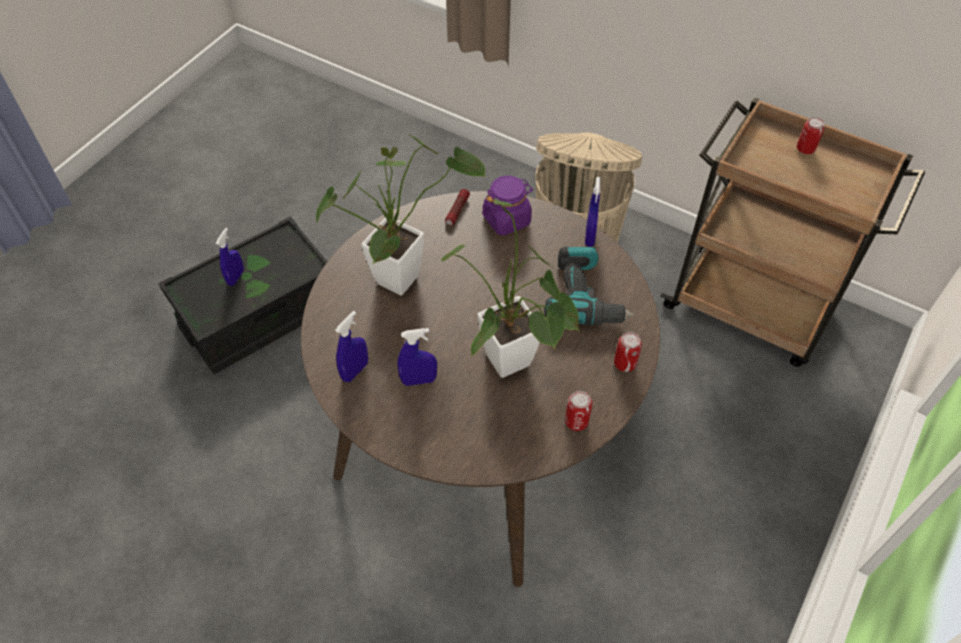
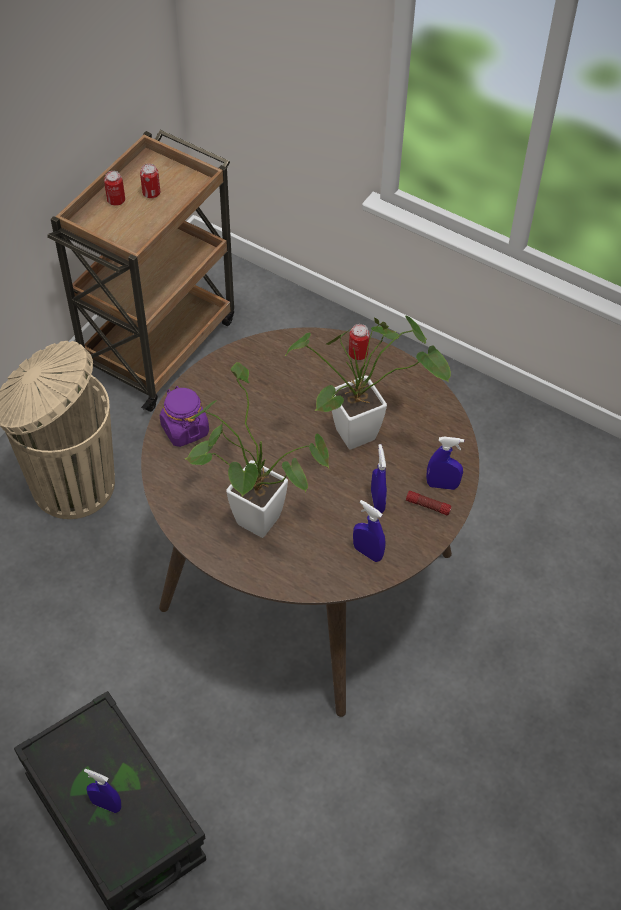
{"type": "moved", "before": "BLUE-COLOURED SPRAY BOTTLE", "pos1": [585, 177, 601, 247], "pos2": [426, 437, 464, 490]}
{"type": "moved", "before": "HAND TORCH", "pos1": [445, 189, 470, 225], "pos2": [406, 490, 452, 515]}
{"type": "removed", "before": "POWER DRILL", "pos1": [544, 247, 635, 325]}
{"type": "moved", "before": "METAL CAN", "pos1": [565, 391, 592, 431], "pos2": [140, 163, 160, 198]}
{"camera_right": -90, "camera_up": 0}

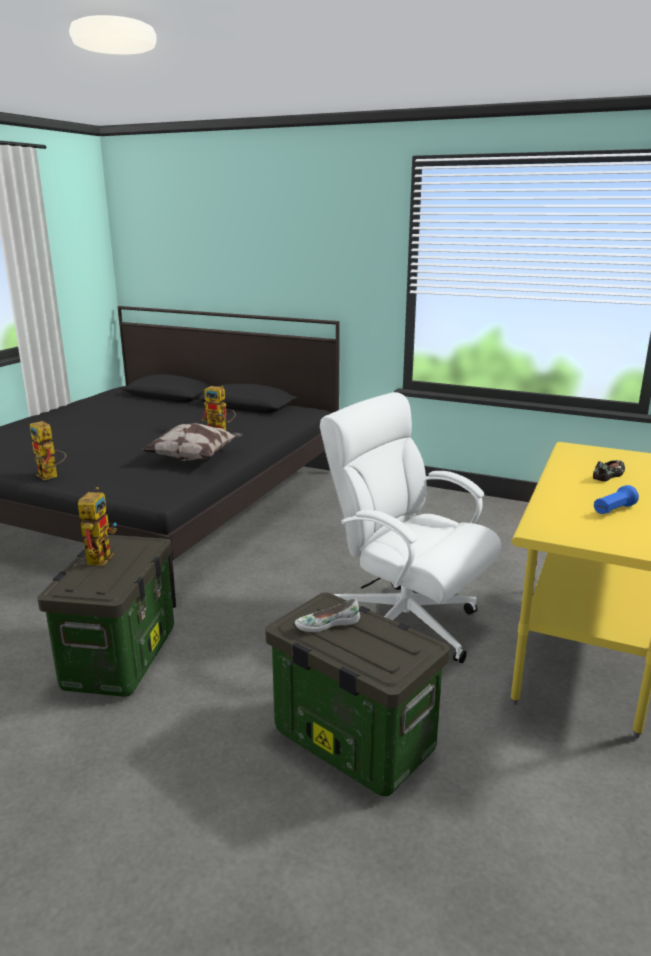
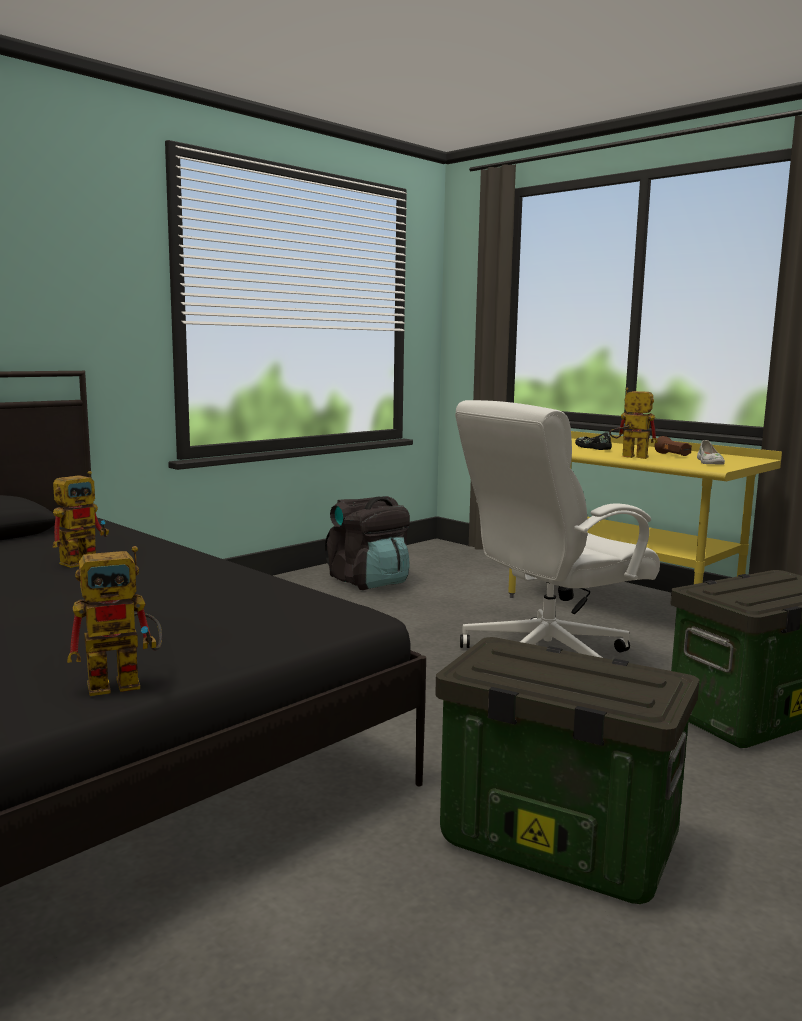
{"type": "removed", "before": "CUSHION", "pos1": [141, 423, 243, 461]}
{"type": "recoloured", "before": "BLUE-COLOURED HAND TORCH", "after": "BROWNISH HAND TORCH", "pos1": [594, 485, 639, 514], "pos2": [654, 436, 692, 456]}
{"type": "moved", "before": "TOY ROBOT", "pos1": [78, 487, 117, 566], "pos2": [609, 388, 658, 459]}
{"type": "moved", "before": "WHITISH SHOE", "pos1": [295, 598, 360, 632], "pos2": [697, 440, 725, 465]}
{"type": "added", "after": "BLACK-COLOURED RUCKSACK", "pos2": [325, 496, 410, 590]}
{"camera_right": -70, "camera_up": -10}

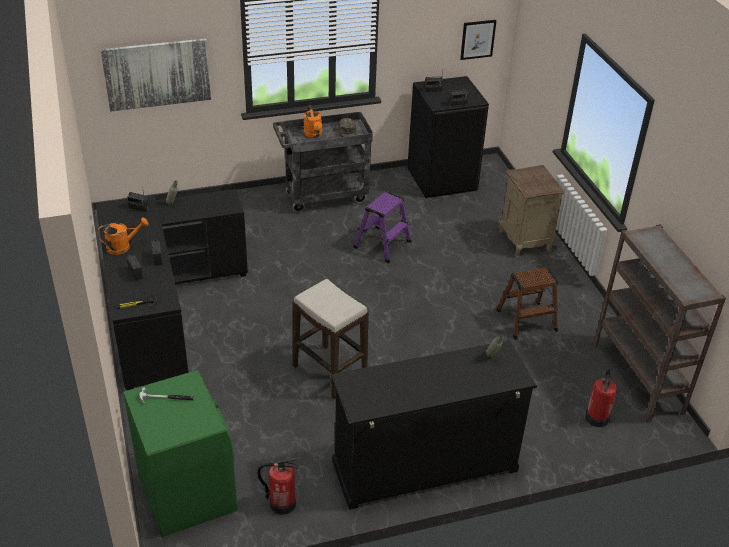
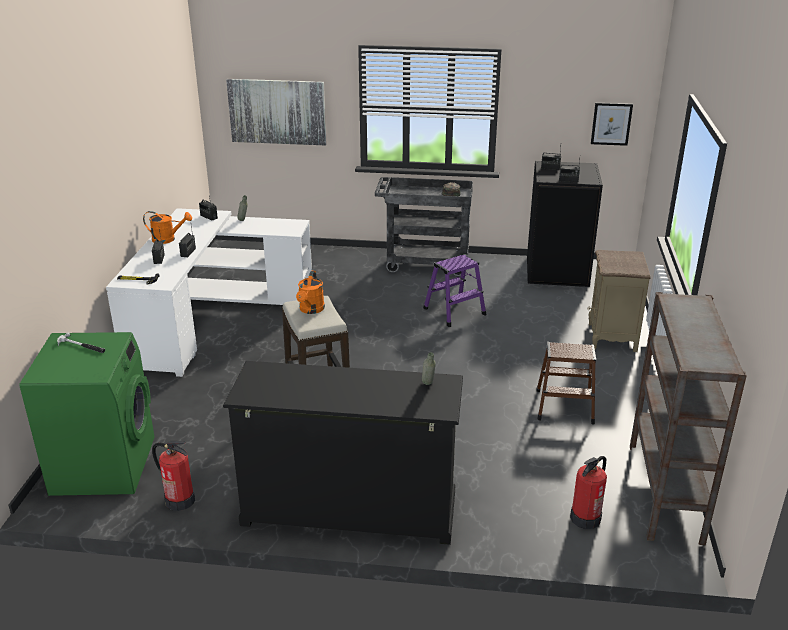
{"type": "moved", "before": "ORANGE WATERING POT", "pos1": [303, 105, 322, 138], "pos2": [296, 271, 325, 314]}
{"type": "recoloured", "before": "BLACK-COLOURED DESK", "after": "WHITISH DESK", "pos1": [96, 189, 248, 390], "pos2": [106, 208, 312, 377]}
{"camera_right": 25, "camera_up": -10}

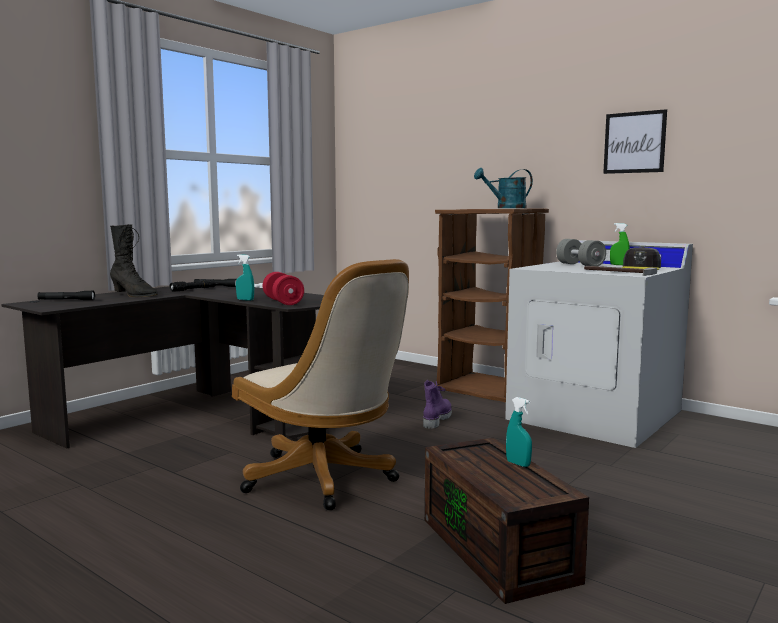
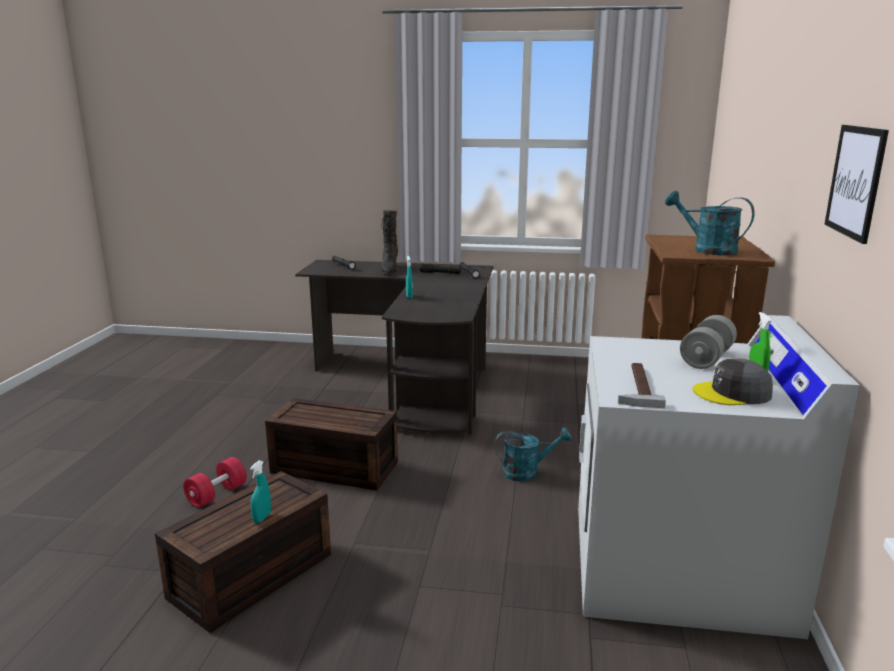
{"type": "replaced", "before": "DESK CHAIR", "after": "BROWNISH STORAGE BOX", "pos1": [232, 259, 409, 510], "pos2": [265, 398, 398, 491]}
{"type": "moved", "before": "REDDISH FREE WEIGHT", "pos1": [263, 272, 304, 305], "pos2": [183, 457, 247, 508]}
{"type": "replaced", "before": "PURPLE-COLOURED BOOT", "after": "BLUE-GREEN WATERING POT", "pos1": [423, 380, 452, 429], "pos2": [494, 427, 572, 482]}
{"camera_right": 60, "camera_up": 10}

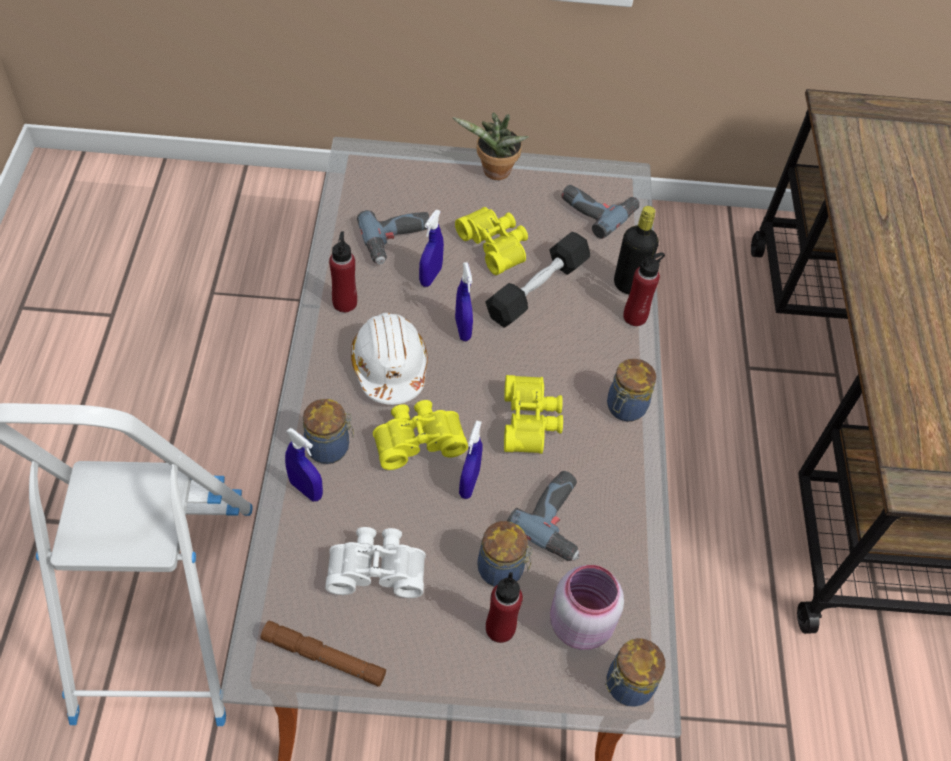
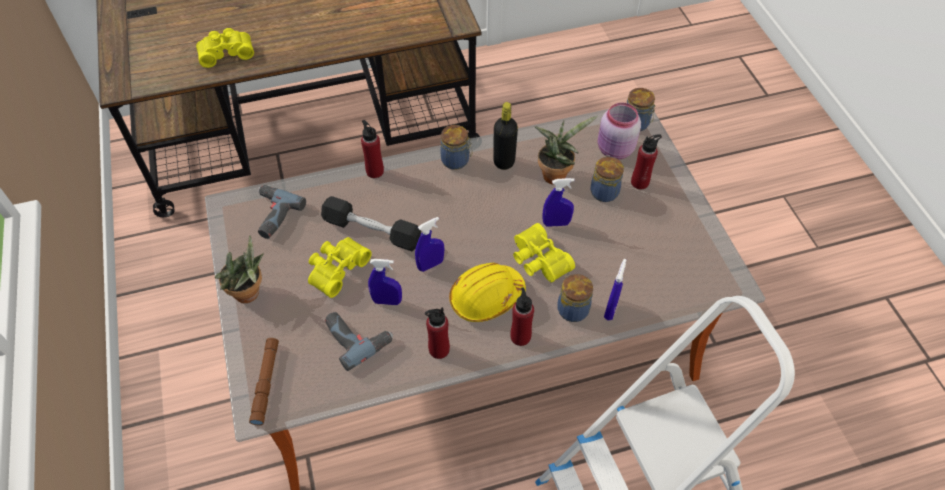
{"type": "moved", "before": "BLACK-COLOURED BOTTLE", "pos1": [614, 206, 659, 294], "pos2": [493, 102, 518, 170]}
{"type": "recoloured", "before": "WHITISH SAFETY HELMET", "after": "YELLOW SAFETY HELMET", "pos1": [351, 313, 428, 405], "pos2": [449, 263, 526, 322]}
{"type": "moved", "before": "YELLOW PAIR OF BINOCULARS", "pos1": [504, 375, 563, 454], "pos2": [196, 28, 254, 68]}
{"type": "replaced", "before": "POWER DRILL", "after": "HOUSEPLANT", "pos1": [507, 471, 580, 561], "pos2": [535, 116, 598, 185]}
{"type": "removed", "before": "WHITISH PAIR OF BINOCULARS", "pos1": [325, 527, 426, 598]}
{"type": "moved", "before": "BROWNISH HAND TORCH", "pos1": [261, 621, 386, 687], "pos2": [249, 338, 279, 425]}
{"type": "added", "after": "REDDISH BOTTLE", "pos2": [510, 287, 534, 346]}
{"camera_right": -105, "camera_up": 0}

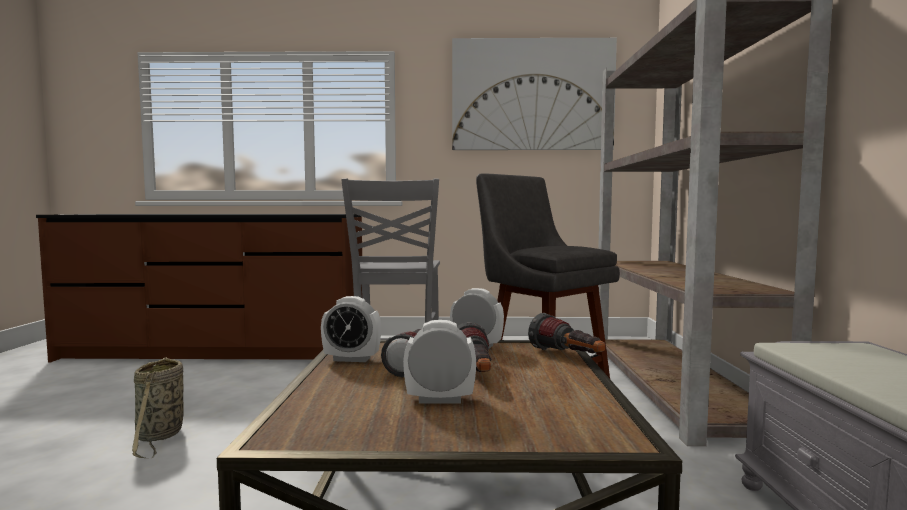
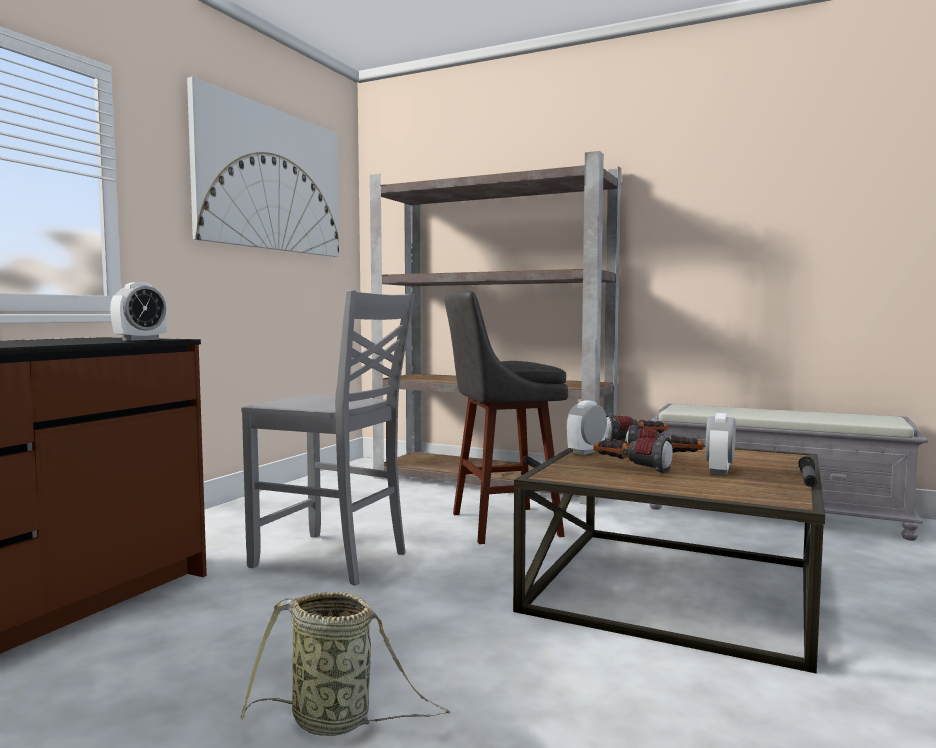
{"type": "moved", "before": "ALARM CLOCK", "pos1": [321, 296, 381, 362], "pos2": [110, 282, 168, 341]}
{"type": "added", "after": "HAND TORCH", "pos2": [798, 456, 817, 487]}
{"camera_right": -65, "camera_up": 0}

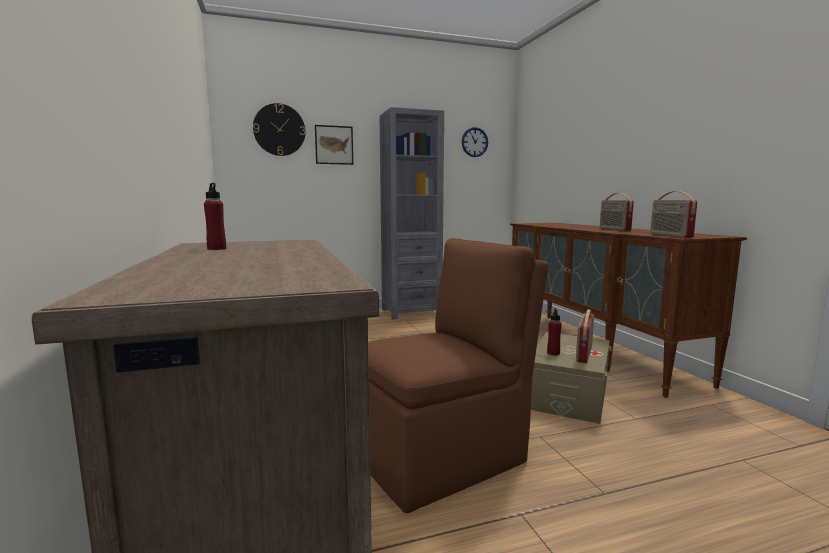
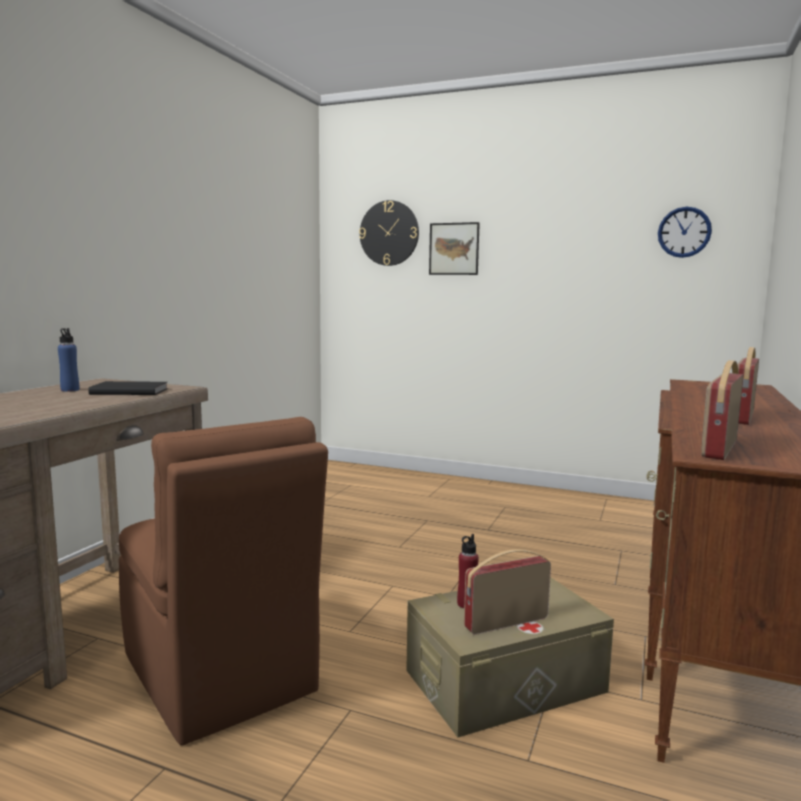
{"type": "removed", "before": "GRAY BOOKSHELF", "pos1": [380, 107, 444, 320]}
{"type": "recoloured", "before": "REDDISH BOTTLE", "after": "BLUE-COLOURED BOTTLE", "pos1": [204, 183, 226, 250], "pos2": [58, 328, 79, 392]}
{"type": "turned", "before": "BROWNISH CHAIR", "pos1": [368, 238, 549, 513], "pos2": [119, 417, 328, 745], "turn": 45}
{"type": "added", "after": "BLACK-COLOURED VOLUME", "pos2": [88, 381, 167, 395]}
{"camera_right": 40, "camera_up": 0}

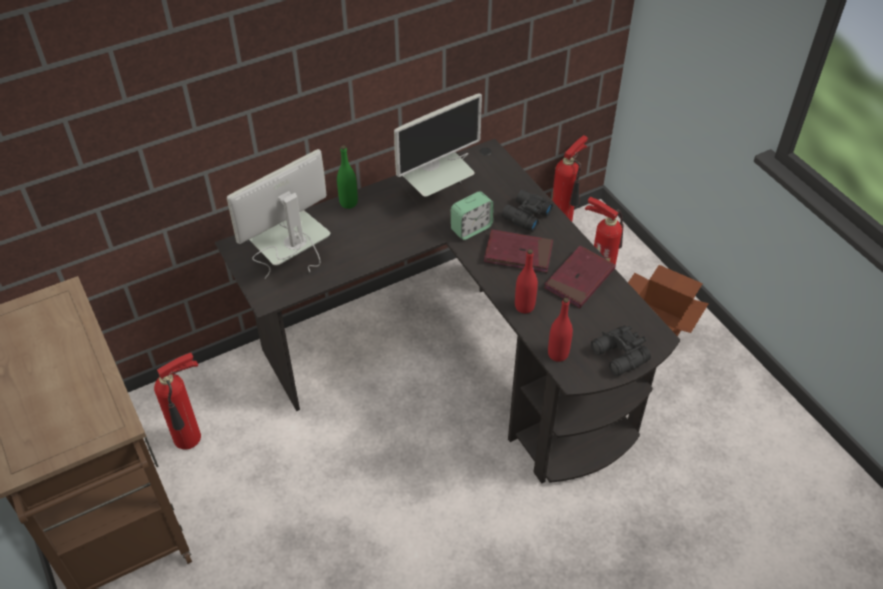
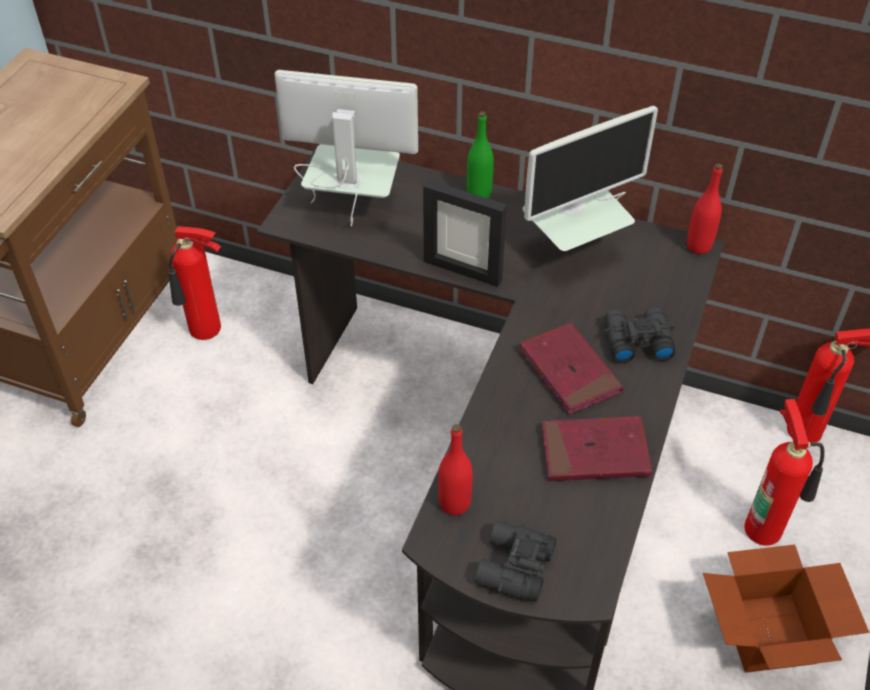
{"type": "turned", "before": "MONITOR", "pos1": [394, 93, 482, 197], "pos2": [523, 106, 658, 251], "turn": -45}
{"type": "removed", "before": "ALARM CLOCK", "pos1": [451, 191, 494, 240]}
{"type": "moved", "before": "REDDISH BOTTLE", "pos1": [515, 249, 538, 313], "pos2": [687, 164, 723, 254]}
{"type": "added", "after": "PICTURE FRAME", "pos2": [423, 180, 507, 287]}
{"camera_right": 50, "camera_up": 0}

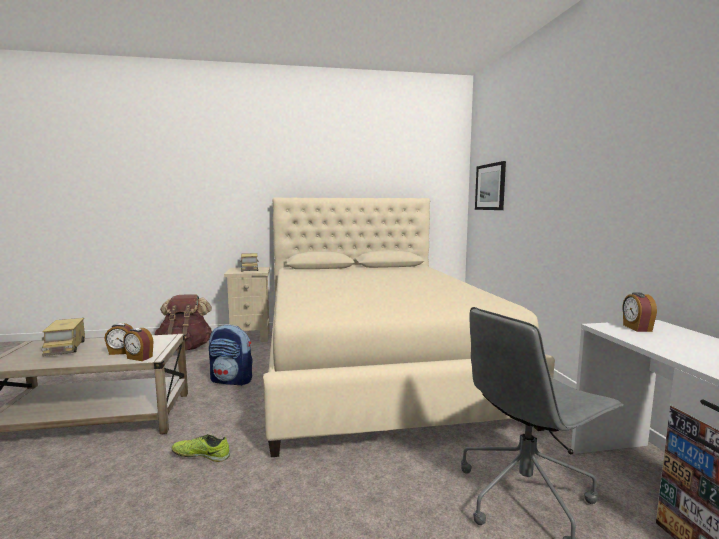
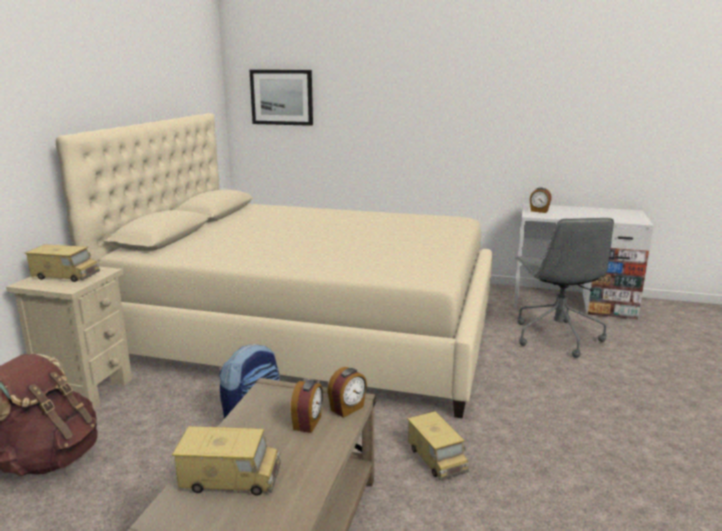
{"type": "replaced", "before": "SHOE", "after": "MODEL TRUCK", "pos1": [172, 434, 230, 462], "pos2": [407, 411, 469, 480]}
{"camera_right": -65, "camera_up": 10}

